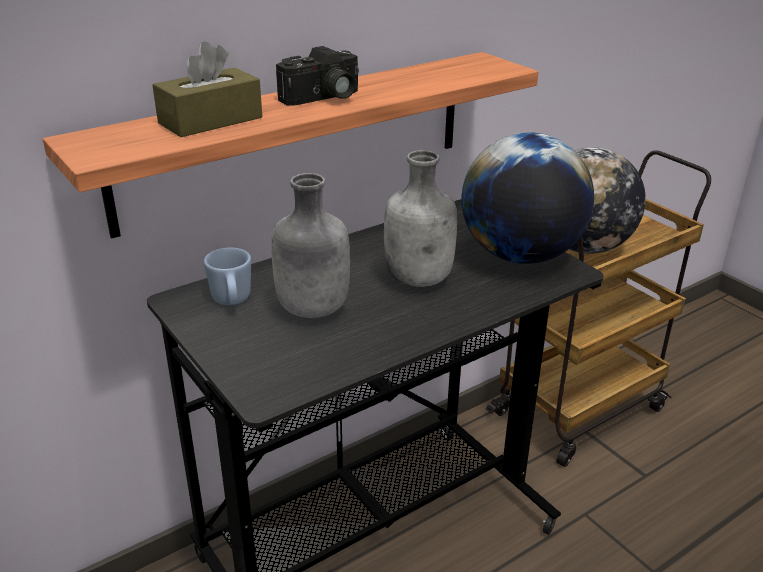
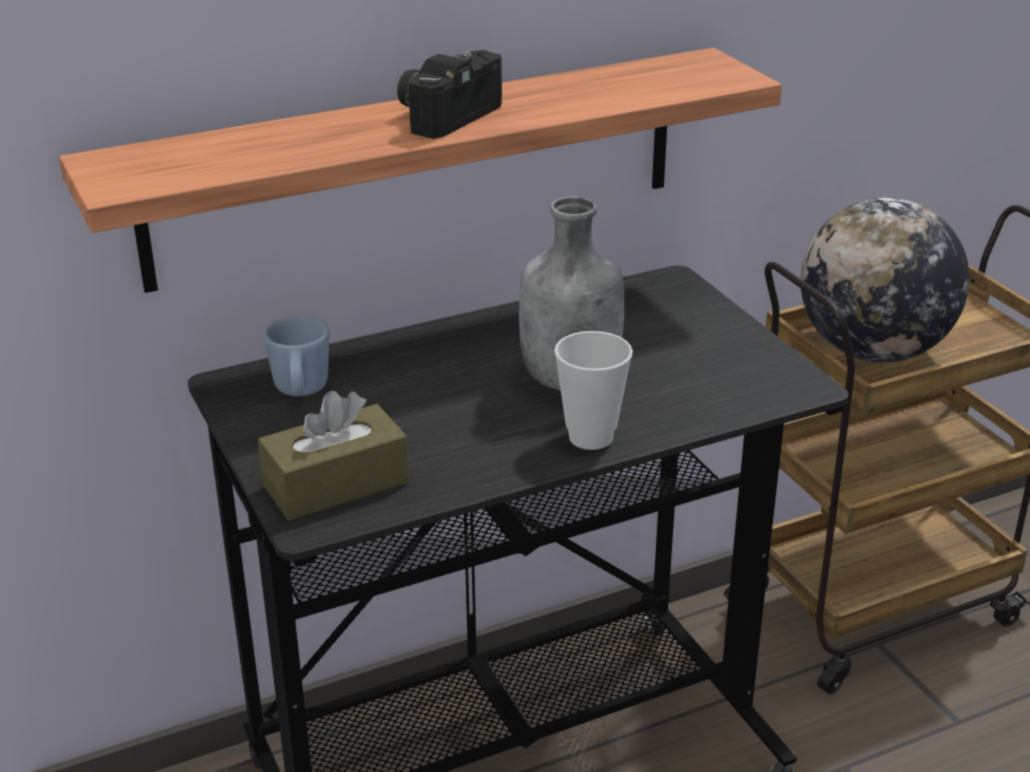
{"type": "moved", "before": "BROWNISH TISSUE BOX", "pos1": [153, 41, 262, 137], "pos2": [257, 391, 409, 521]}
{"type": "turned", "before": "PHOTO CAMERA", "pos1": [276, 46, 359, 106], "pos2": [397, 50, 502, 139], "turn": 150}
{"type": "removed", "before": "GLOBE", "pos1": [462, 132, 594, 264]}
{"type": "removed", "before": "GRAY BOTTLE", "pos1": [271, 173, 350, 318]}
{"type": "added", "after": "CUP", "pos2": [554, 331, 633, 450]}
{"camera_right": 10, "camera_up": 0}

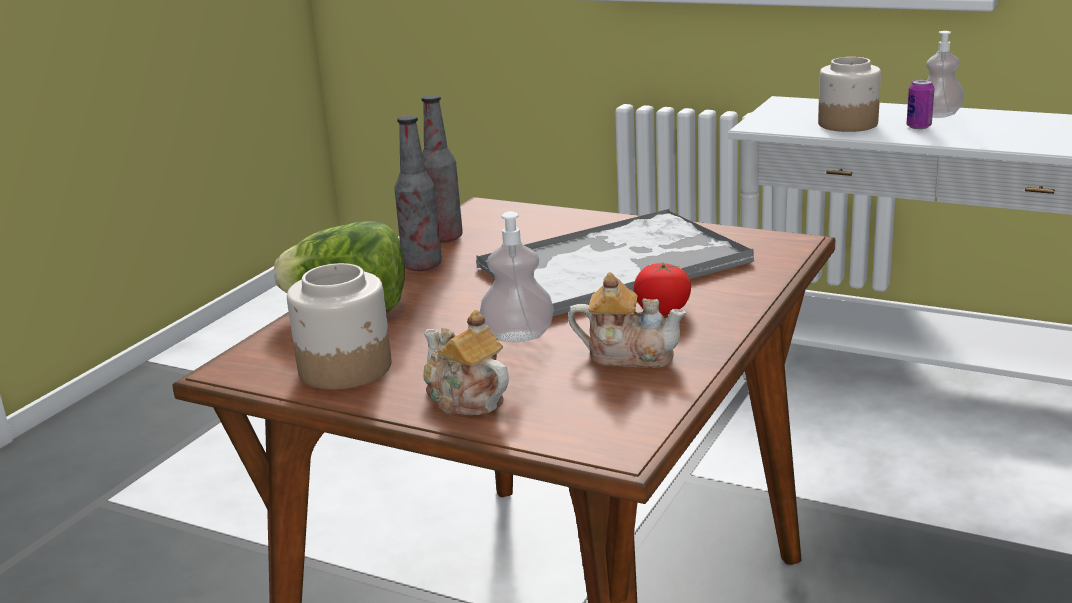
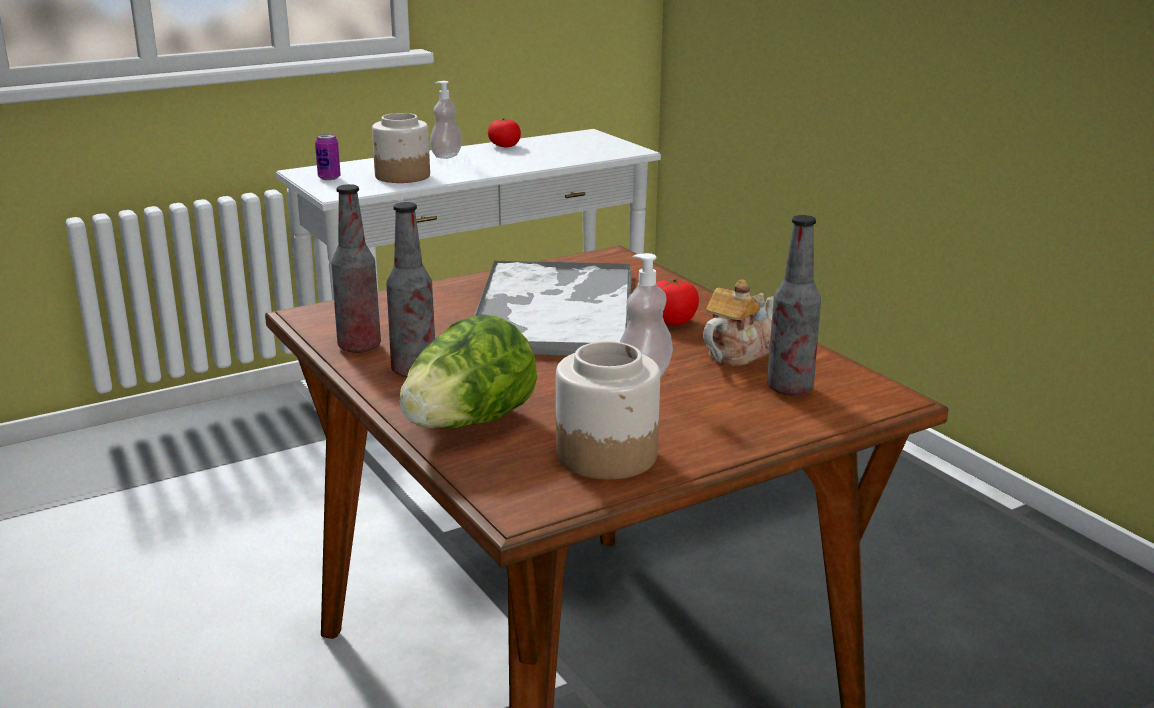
{"type": "moved", "before": "METAL CAN", "pos1": [907, 79, 934, 129], "pos2": [315, 134, 341, 180]}
{"type": "removed", "before": "POT FOR TEA", "pos1": [423, 310, 509, 415]}
{"type": "added", "after": "TOMATO", "pos2": [488, 119, 521, 148]}
{"type": "added", "after": "BOTTLE", "pos2": [767, 215, 821, 395]}
{"camera_right": -60, "camera_up": 0}

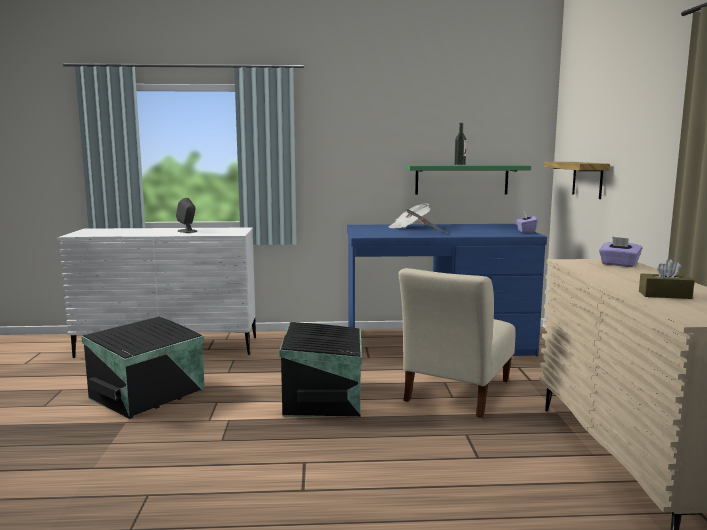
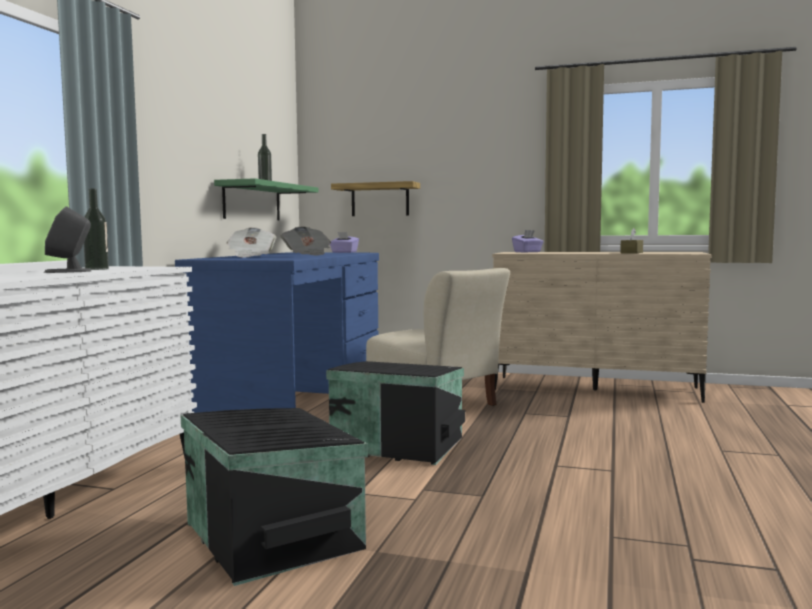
{"type": "added", "after": "BOTTLE", "pos2": [84, 189, 109, 270]}
{"camera_right": -70, "camera_up": -5}

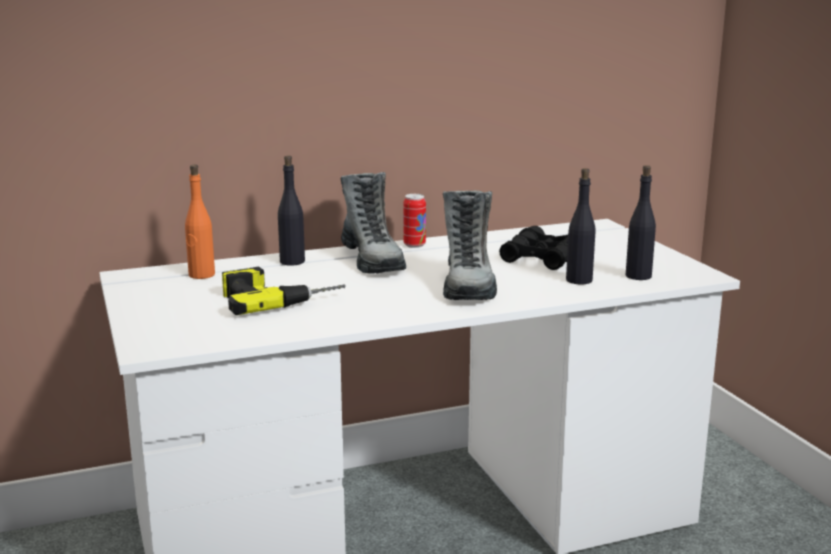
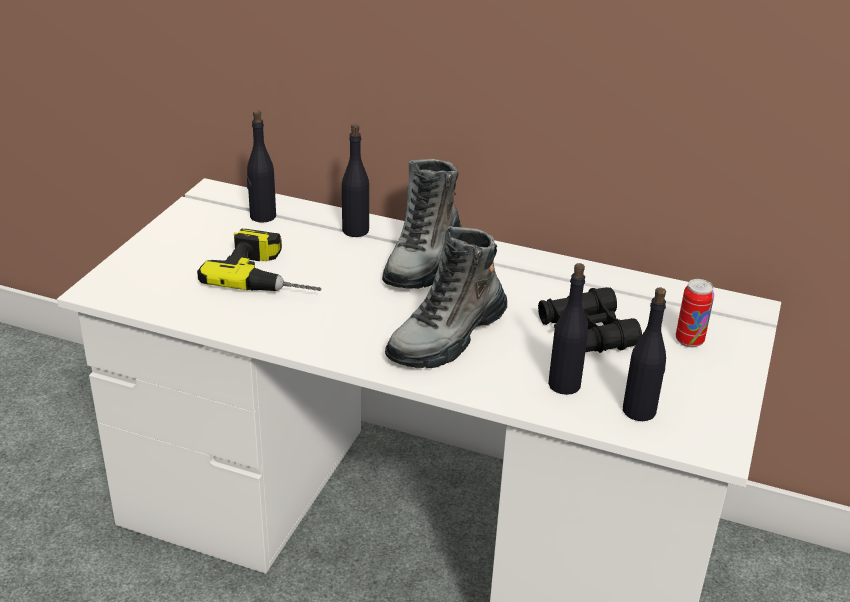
{"type": "recoloured", "before": "ORANGE BOTTLE", "after": "BLACK-COLOURED BOTTLE", "pos1": [185, 164, 215, 279], "pos2": [246, 110, 276, 223]}
{"type": "moved", "before": "METAL CAN", "pos1": [403, 194, 426, 248], "pos2": [676, 279, 714, 347]}
{"camera_right": 40, "camera_up": 15}

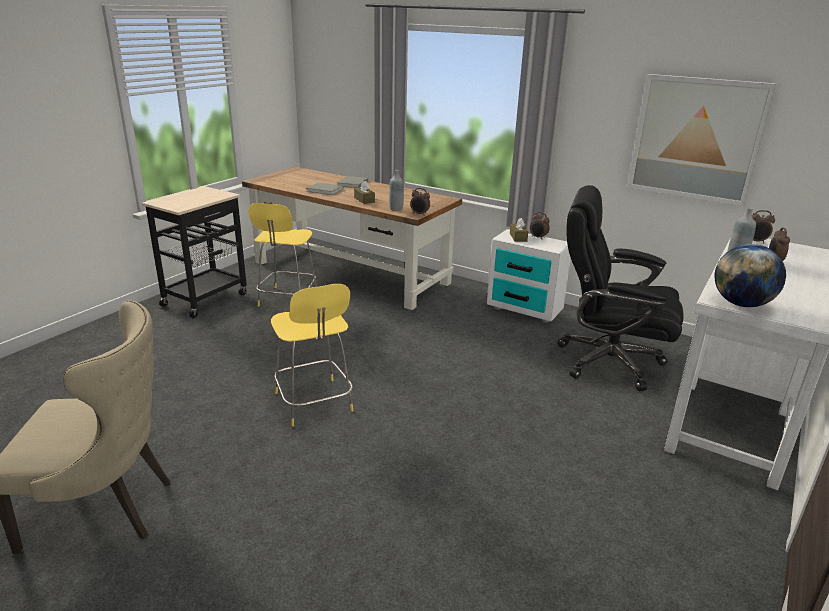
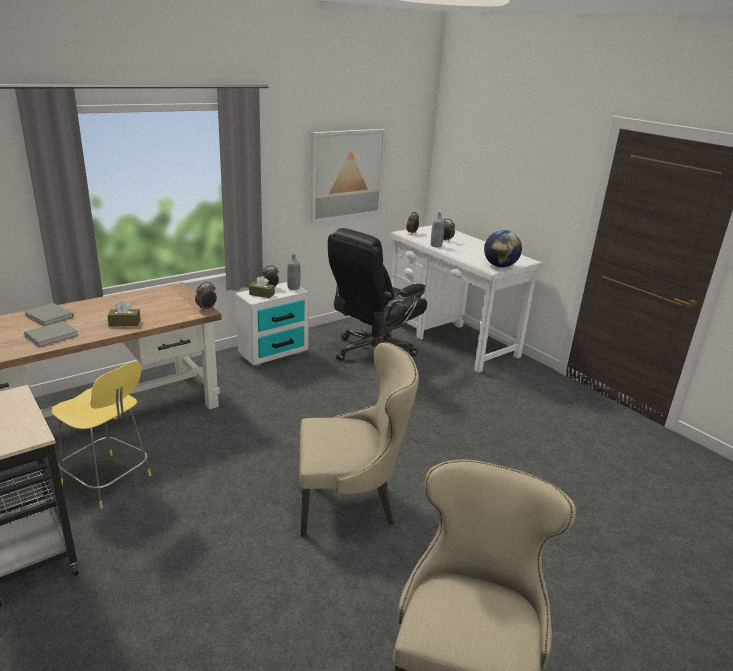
{"type": "moved", "before": "GRAY BOTTLE", "pos1": [389, 170, 404, 211], "pos2": [287, 254, 301, 290]}
{"type": "replaced", "before": "YELLOW SITTING STOOL", "after": "BEIGE-COLOURED CHAIR", "pos1": [271, 284, 354, 427], "pos2": [299, 342, 419, 536]}
{"camera_right": -70, "camera_up": 0}

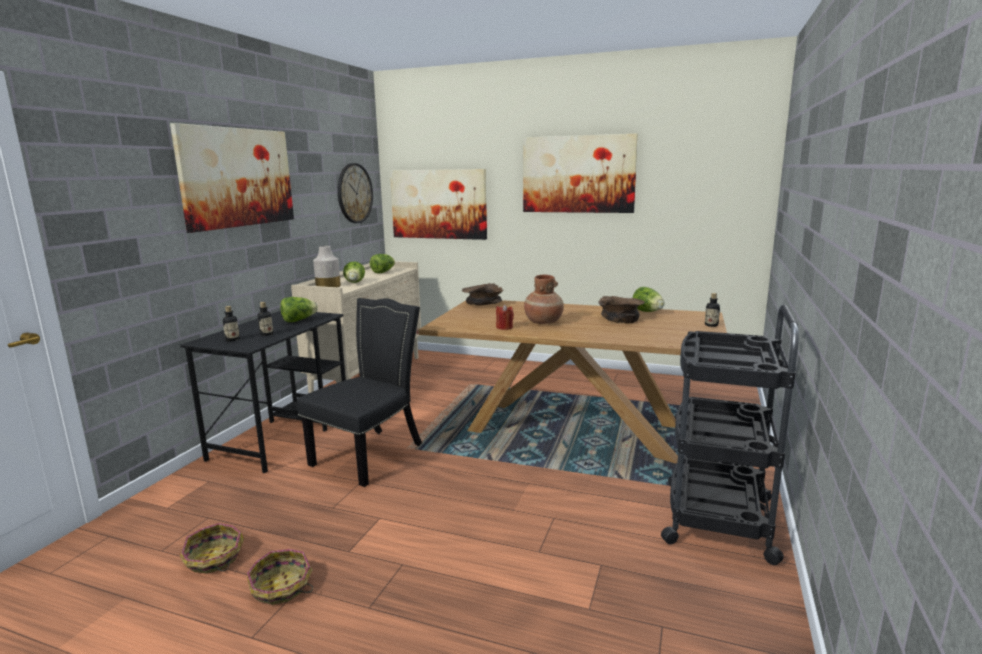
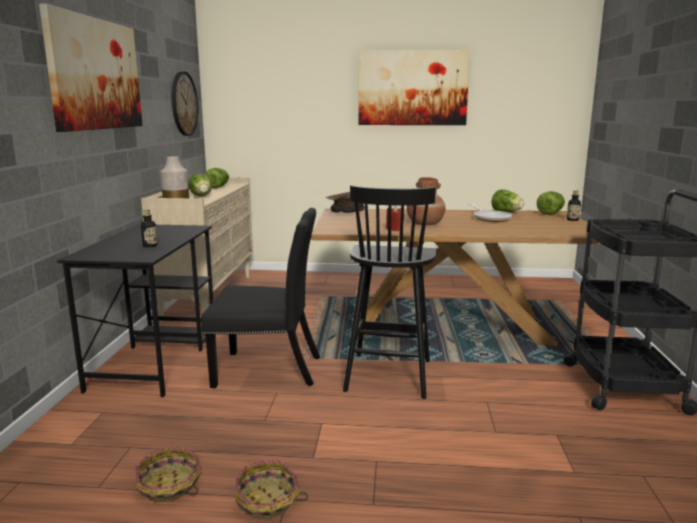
{"type": "removed", "before": "PICTURE", "pos1": [390, 169, 487, 240]}
{"type": "replaced", "before": "BROWNISH SERVING BOWL", "after": "SKILLET", "pos1": [598, 296, 644, 324], "pos2": [468, 203, 512, 222]}
{"type": "moved", "before": "HEAD OF LETTUCE", "pos1": [280, 297, 318, 322], "pos2": [537, 191, 565, 215]}
{"type": "turned", "before": "BLACK-COLOURED CHAIR", "pos1": [297, 298, 422, 487], "pos2": [201, 208, 320, 388], "turn": 75}
{"type": "removed", "before": "BOTTLE", "pos1": [223, 306, 240, 341]}
{"type": "added", "after": "BLACK-COLOURED SITTING STOOL", "pos2": [343, 185, 437, 399]}
{"camera_right": -15, "camera_up": 0}

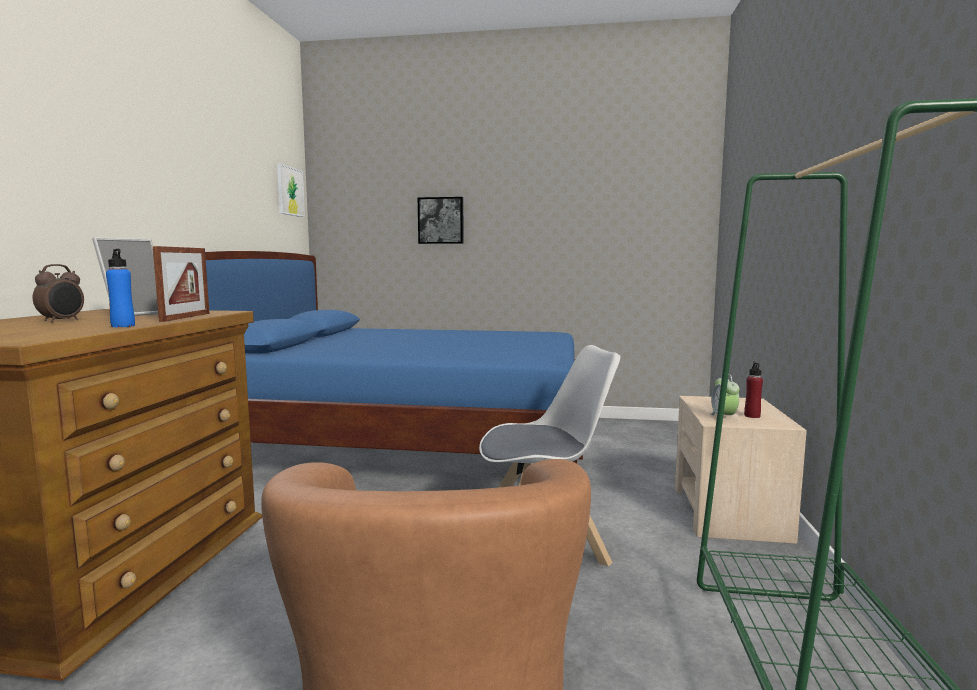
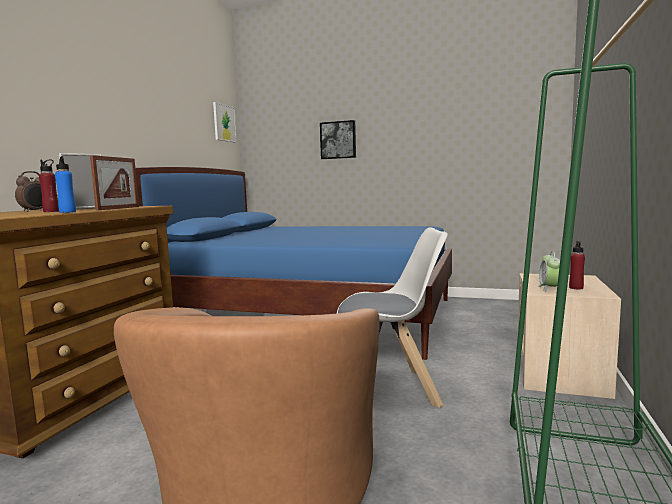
{"type": "added", "after": "REDDISH BOTTLE", "pos2": [39, 159, 59, 212]}
{"camera_right": 10, "camera_up": 0}

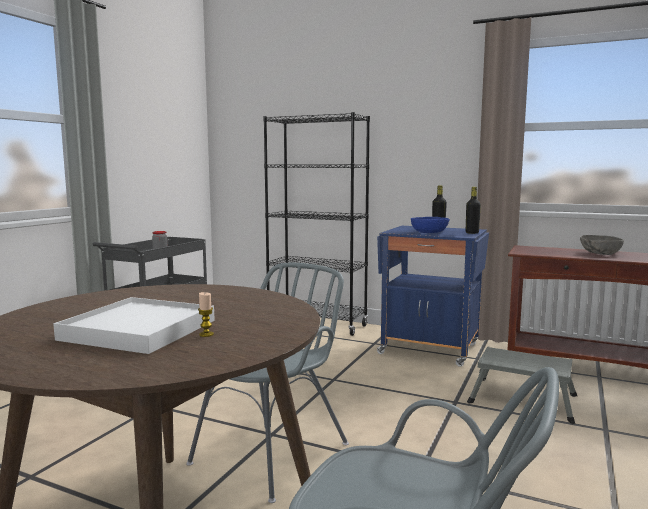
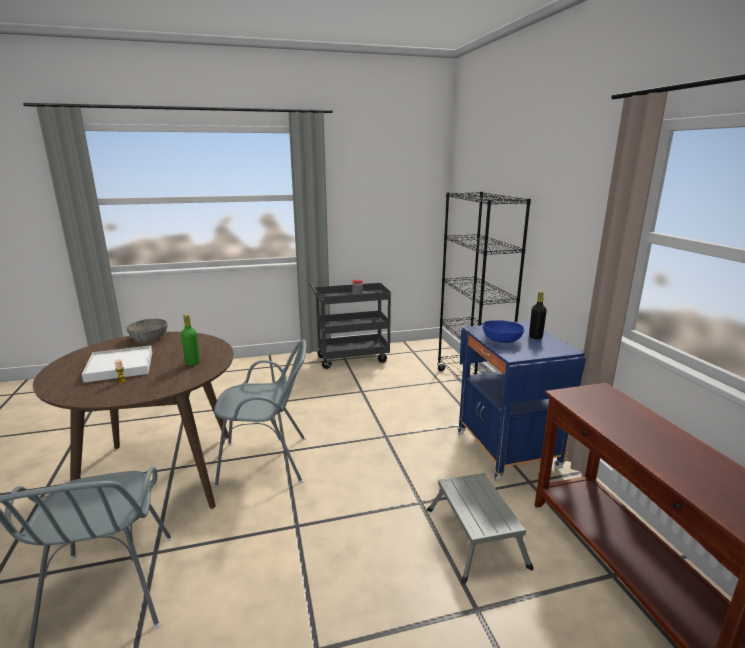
{"type": "removed", "before": "BLACK-COLOURED BOTTLE", "pos1": [466, 187, 481, 234]}
{"type": "moved", "before": "GRAY SERVING BOWL", "pos1": [580, 235, 624, 255], "pos2": [126, 319, 168, 342]}
{"type": "added", "after": "GREEN BOTTLE", "pos2": [181, 314, 200, 366]}
{"camera_right": 50, "camera_up": 10}

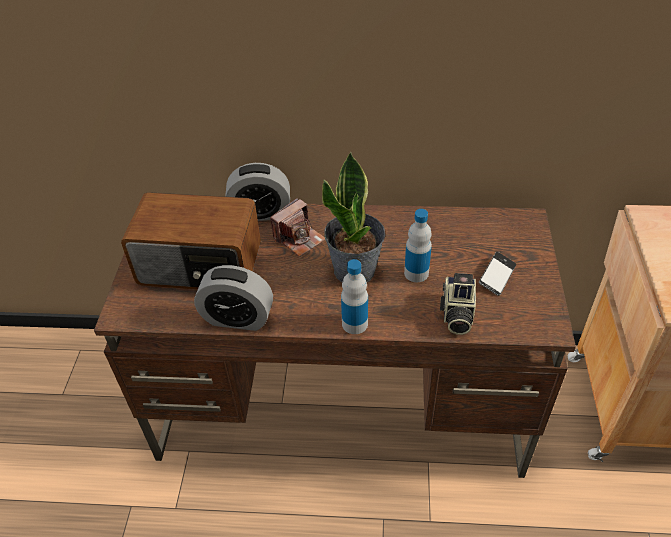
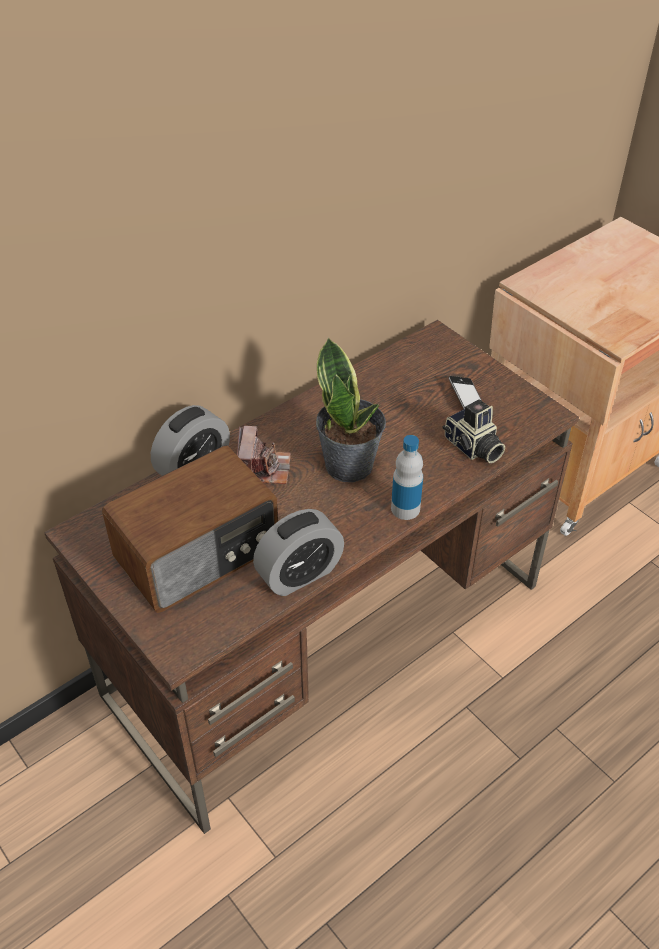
{"type": "removed", "before": "BOTTLE", "pos1": [404, 209, 432, 282]}
{"camera_right": -45, "camera_up": 0}

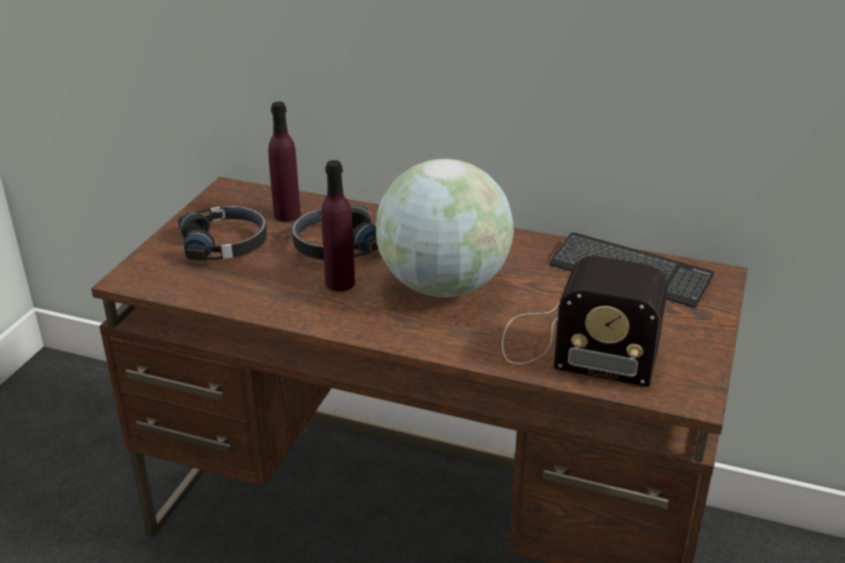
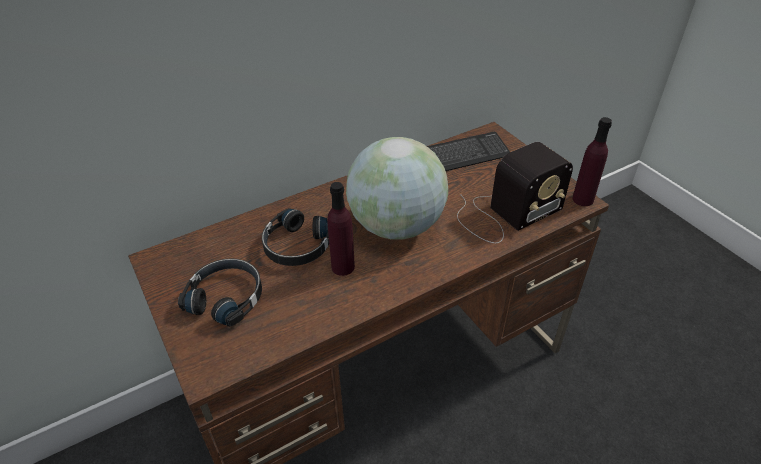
{"type": "moved", "before": "PURPLE-COLOURED BOTTLE", "pos1": [268, 102, 301, 222], "pos2": [572, 117, 612, 206]}
{"camera_right": -50, "camera_up": 10}

